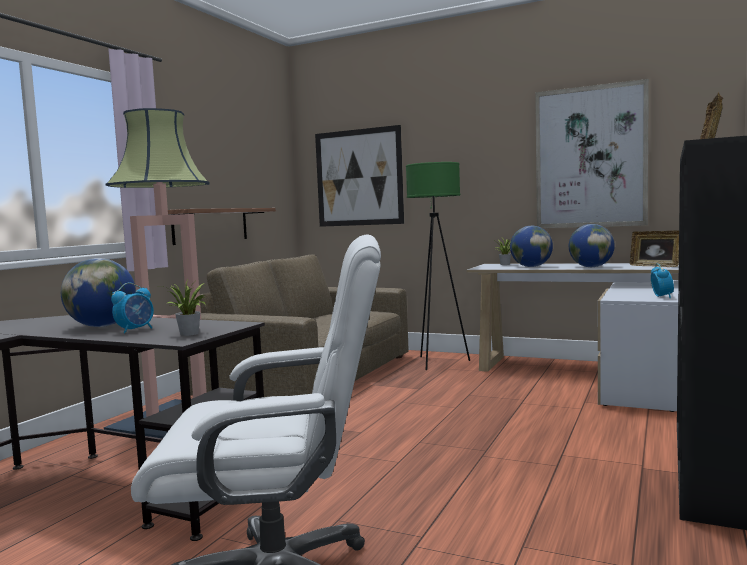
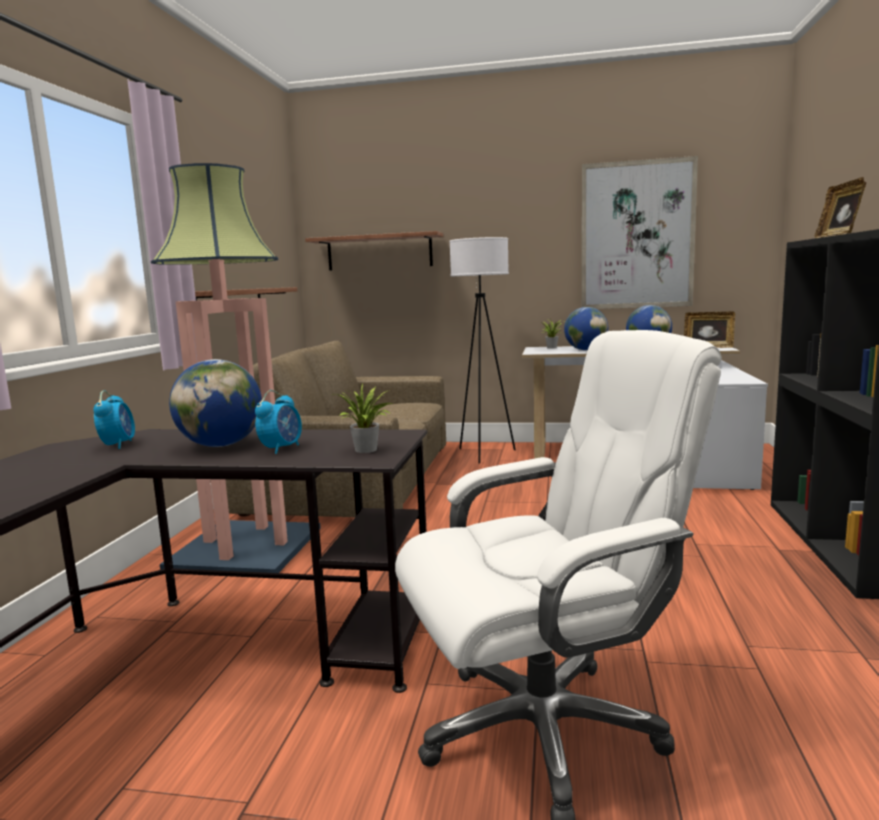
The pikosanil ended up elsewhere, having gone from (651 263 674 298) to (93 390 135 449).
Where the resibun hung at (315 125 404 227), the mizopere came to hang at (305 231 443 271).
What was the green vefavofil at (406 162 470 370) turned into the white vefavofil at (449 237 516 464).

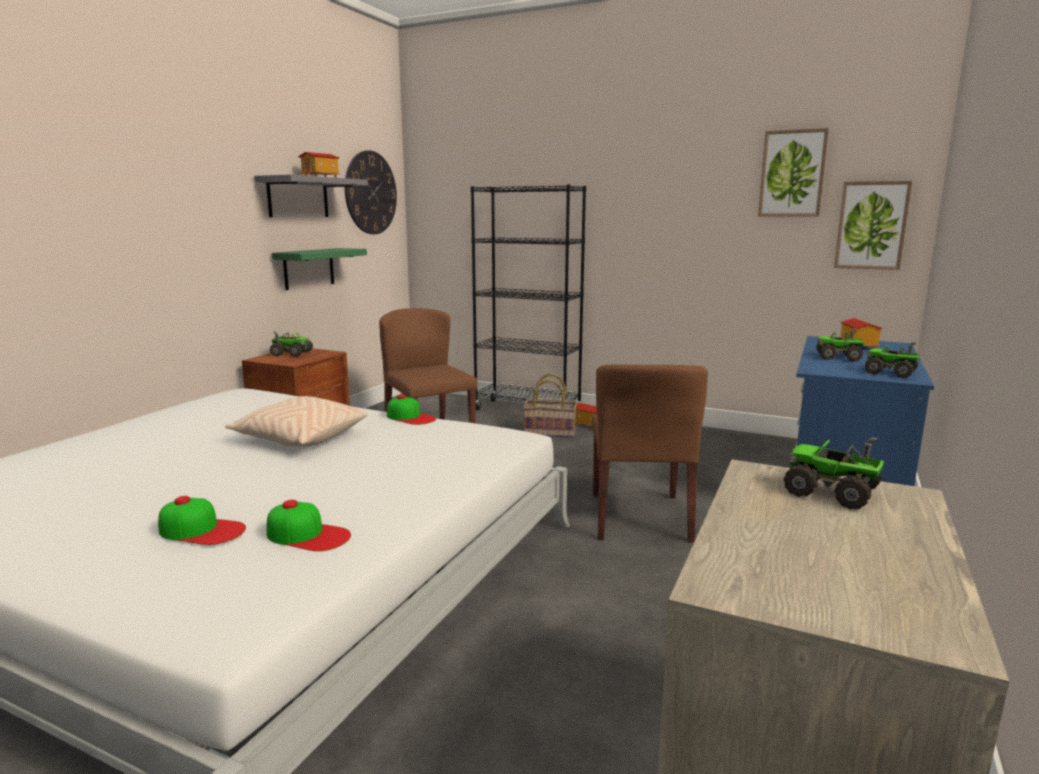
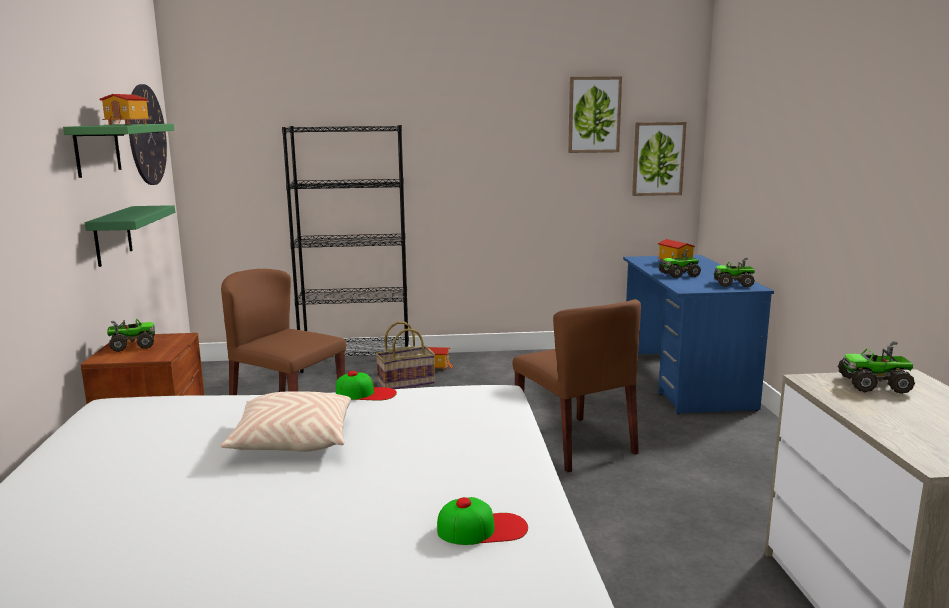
What was the grey mizopere at (254 174 368 217) turned into the green mizopere at (63 124 174 178).
The second view lost the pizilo at (158 496 246 545).

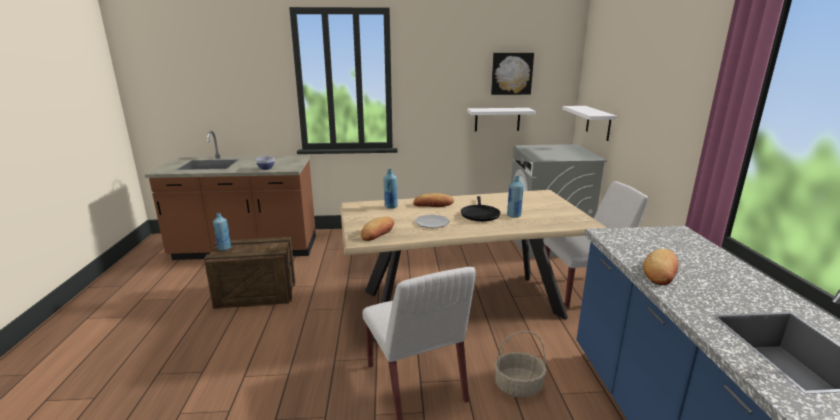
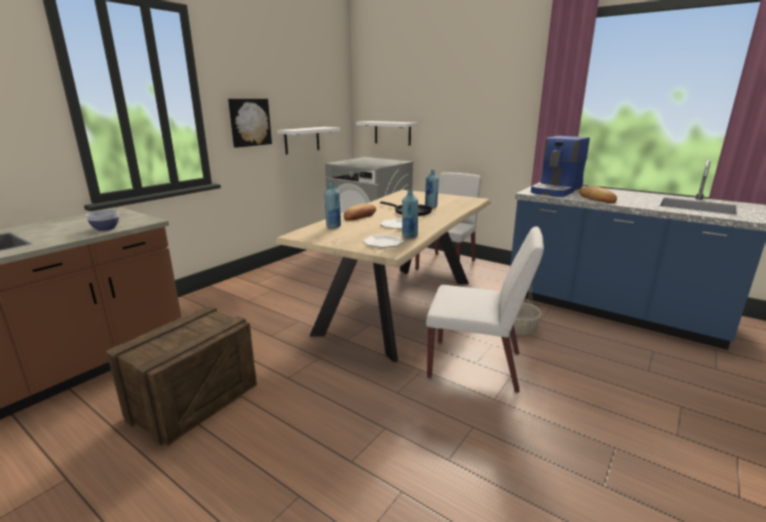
The resibun ended up elsewhere, having gone from (491 53 534 95) to (228 99 272 148).
Where the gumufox stood at (361 217 394 241), the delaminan came to stand at (363 235 404 248).
The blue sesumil ended up elsewhere, having gone from (213 213 232 251) to (402 189 418 238).
The second view gained the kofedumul at (531 136 590 197).

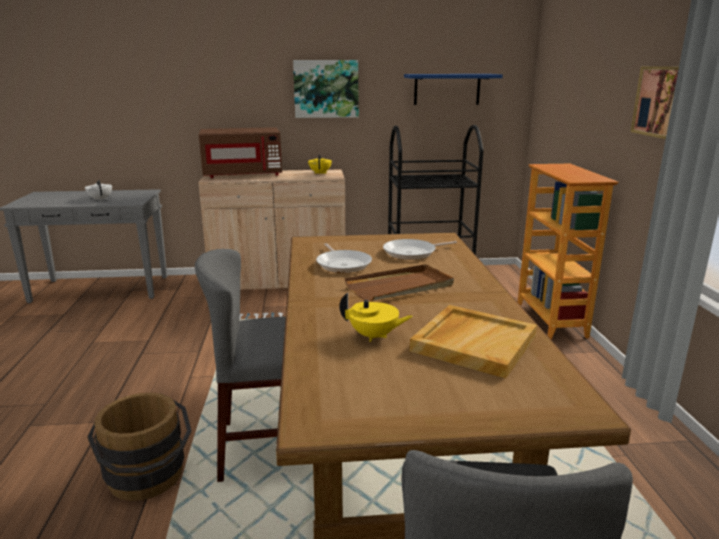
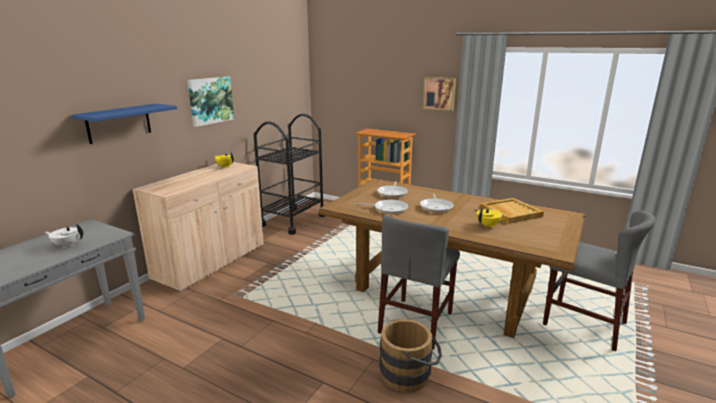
The blue mizopere ended up elsewhere, having gone from (404 74 503 105) to (71 104 177 144).
Where the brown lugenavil stood at (344 264 454 301), the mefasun came to stand at (420 193 454 213).
The second view lost the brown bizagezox at (199 127 282 178).

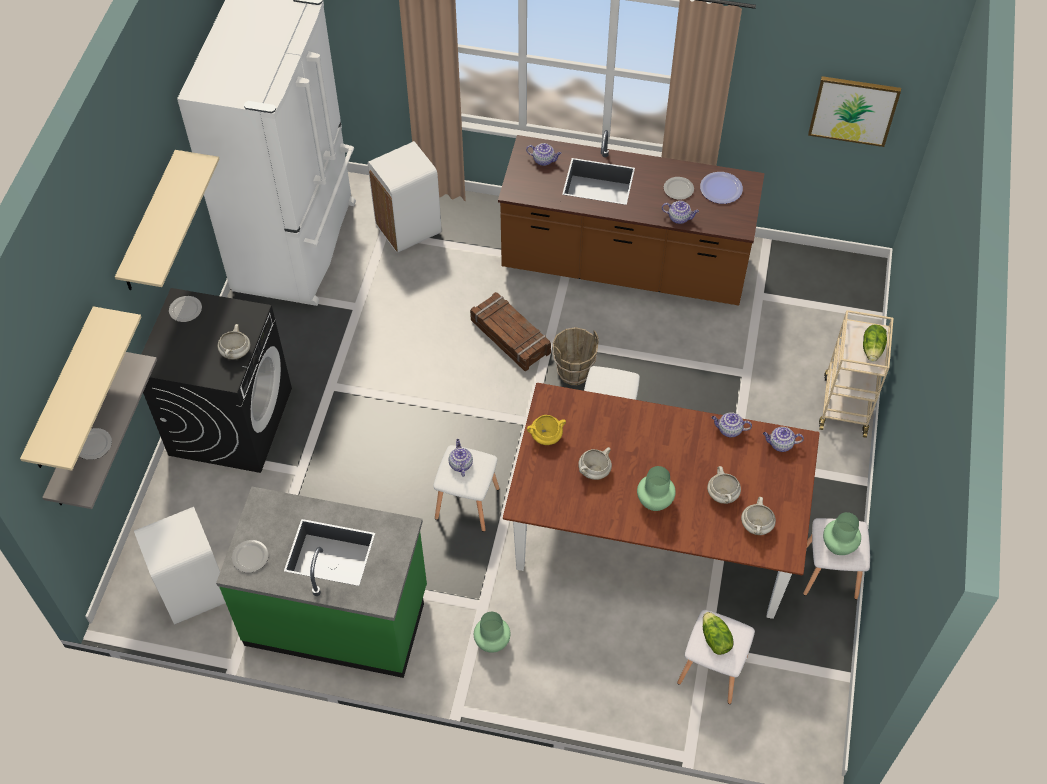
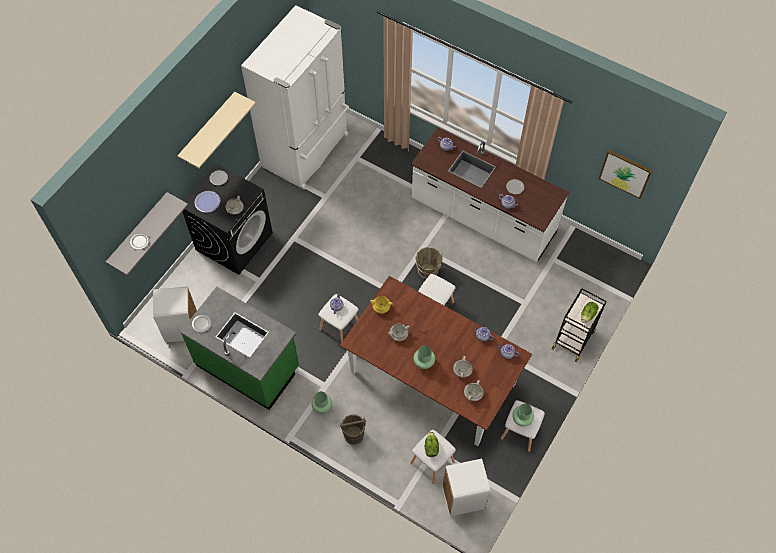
The delaminan ended up elsewhere, having gone from (700 172 743 204) to (195 191 220 213).
The second view gained the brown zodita at (340 414 366 445).
What was the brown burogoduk at (498 130 764 305) turned into the white burogoduk at (411 128 569 262).
The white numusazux ended up elsewhere, having gone from (368 141 442 253) to (442 459 490 516).
What was the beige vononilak at (819 310 894 438) turned into the black vononilak at (551 288 607 362).
The second view lost the beige mizopere at (20 306 142 471).
The second view lost the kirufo at (470 293 551 371).

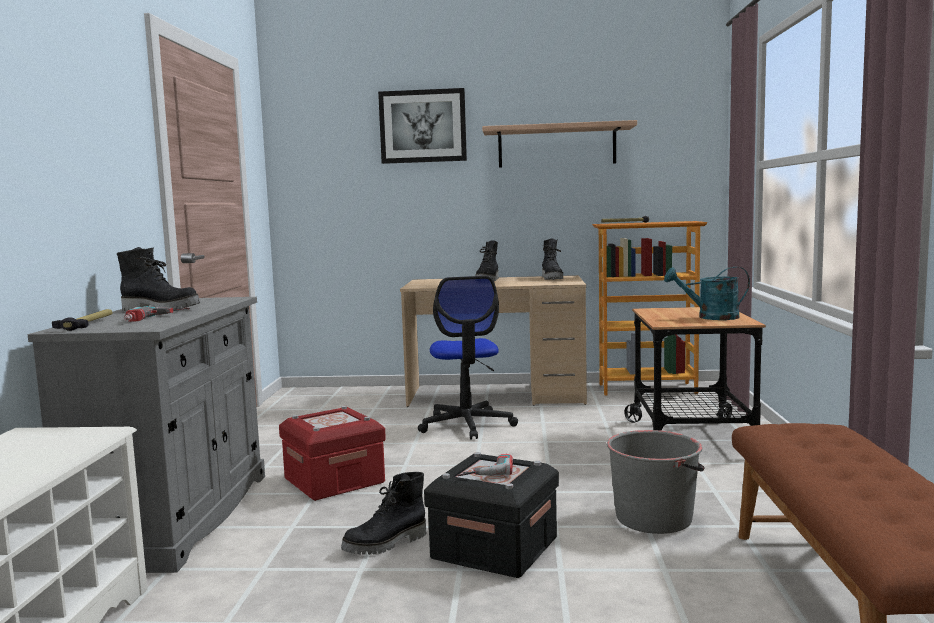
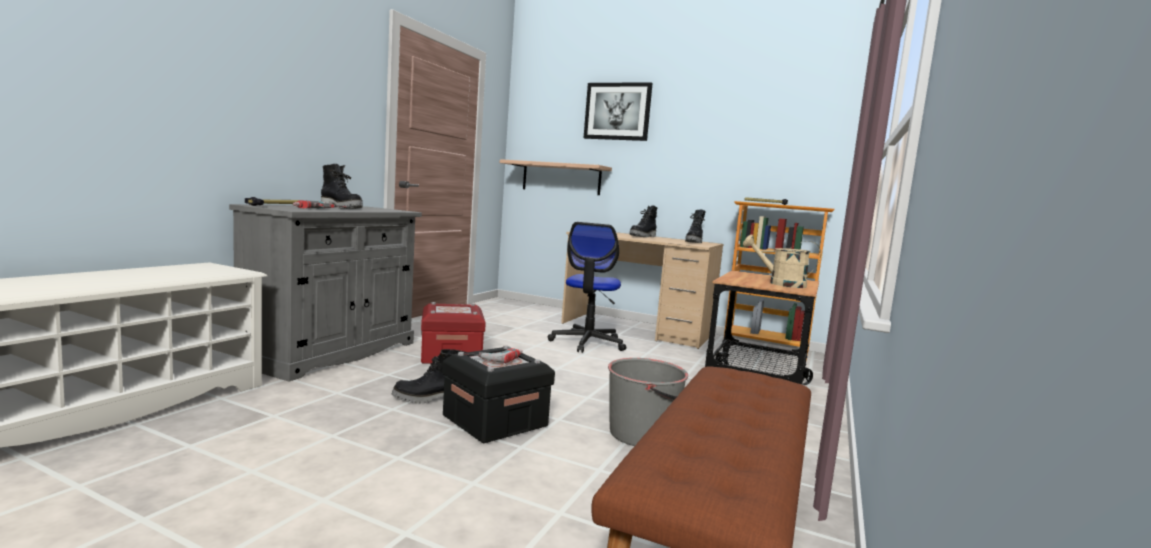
The mizopere ended up elsewhere, having gone from (482 120 637 168) to (500 159 612 195).
What was the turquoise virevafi at (664 267 750 320) turned into the beige virevafi at (743 235 821 288).

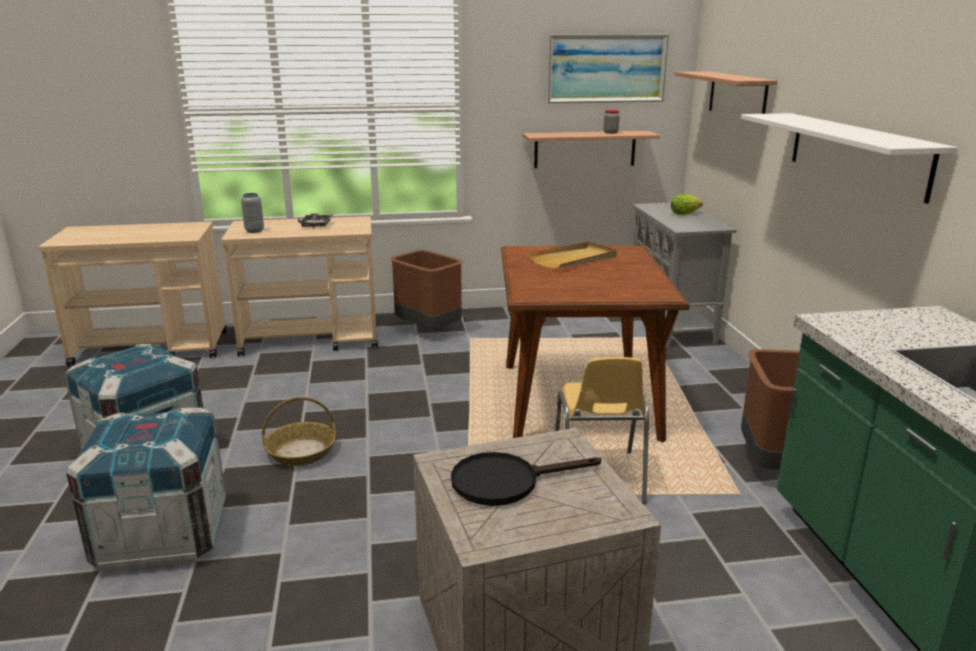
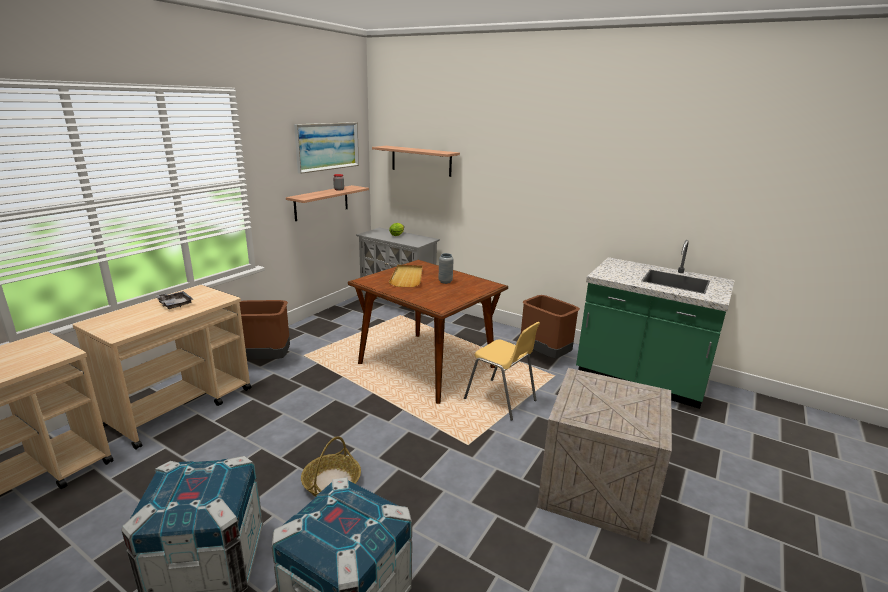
The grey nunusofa ended up elsewhere, having gone from (241 193 264 233) to (438 253 454 284).
The second view lost the black mefasun at (451 452 601 506).
The second view lost the white mizopere at (741 113 958 204).

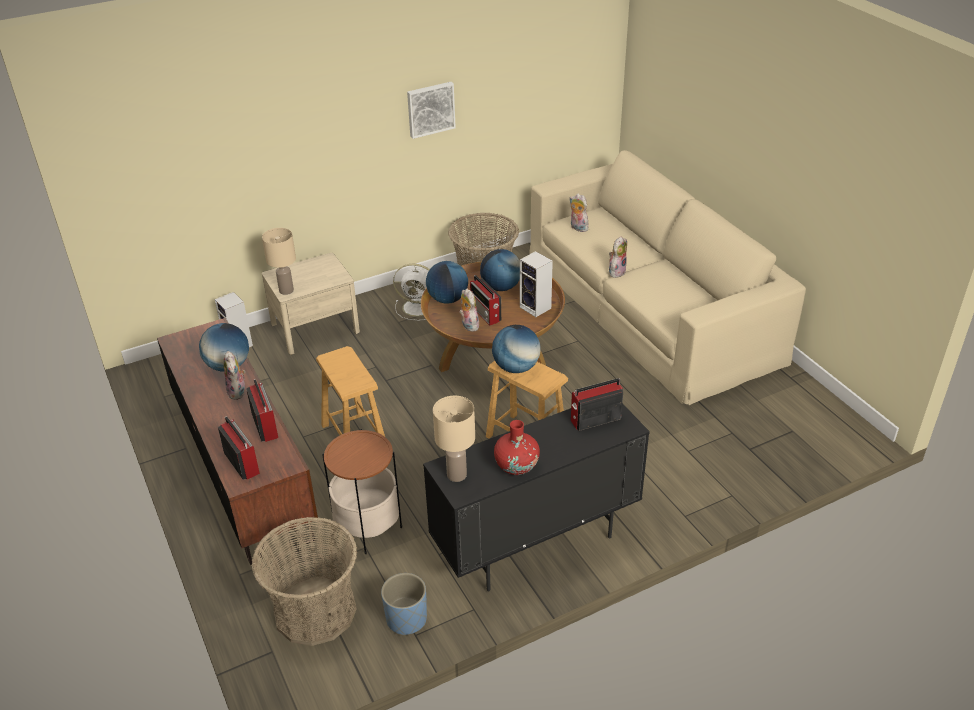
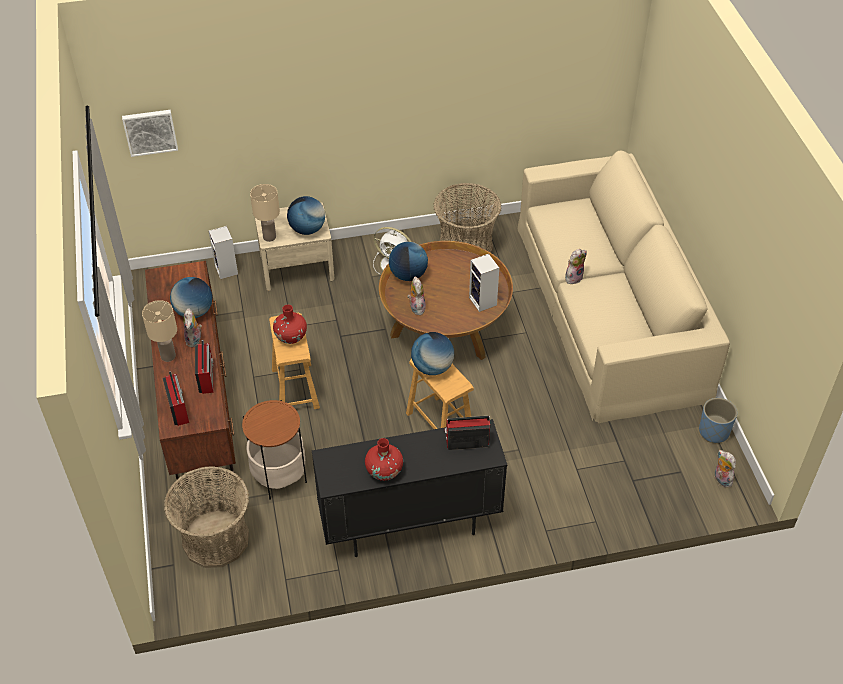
The resibun ended up elsewhere, having gone from (407 82 456 139) to (122 110 178 157).
The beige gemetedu ended up elsewhere, having gone from (433 396 475 482) to (142 300 177 362).
The second view gained the red nunusofa at (273 305 307 344).
The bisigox ended up elsewhere, having gone from (480 249 520 291) to (287 196 325 235).
The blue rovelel ended up elsewhere, having gone from (381 573 427 635) to (699 398 737 443).
The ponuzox ended up elsewhere, having gone from (569 194 588 232) to (715 450 736 487).
The second view lost the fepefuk at (470 275 501 325).

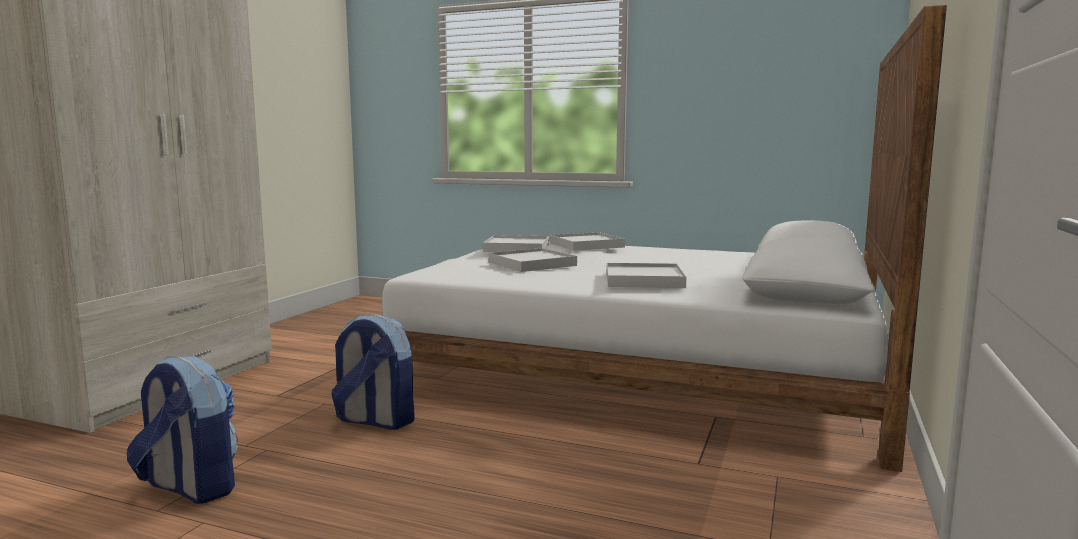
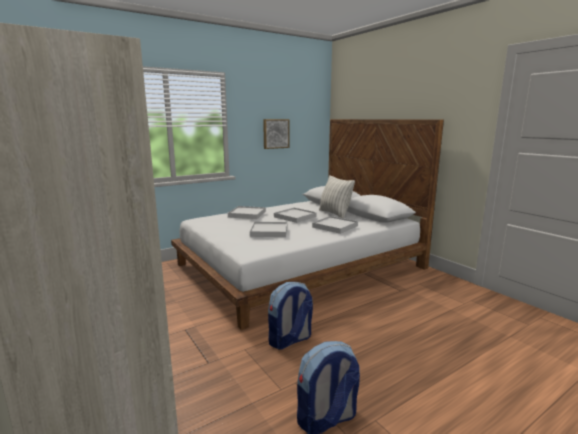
The second view gained the resibun at (263 119 290 149).
The white lugenavil ended up elsewhere, having gone from (483 235 549 252) to (274 208 317 223).
The second view gained the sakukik at (319 175 355 218).

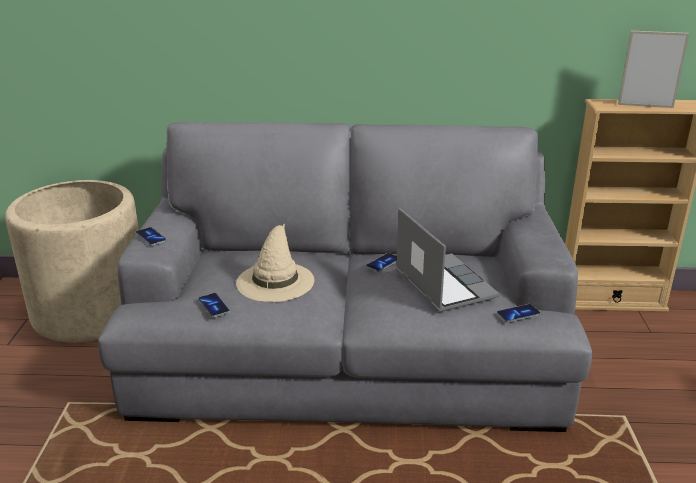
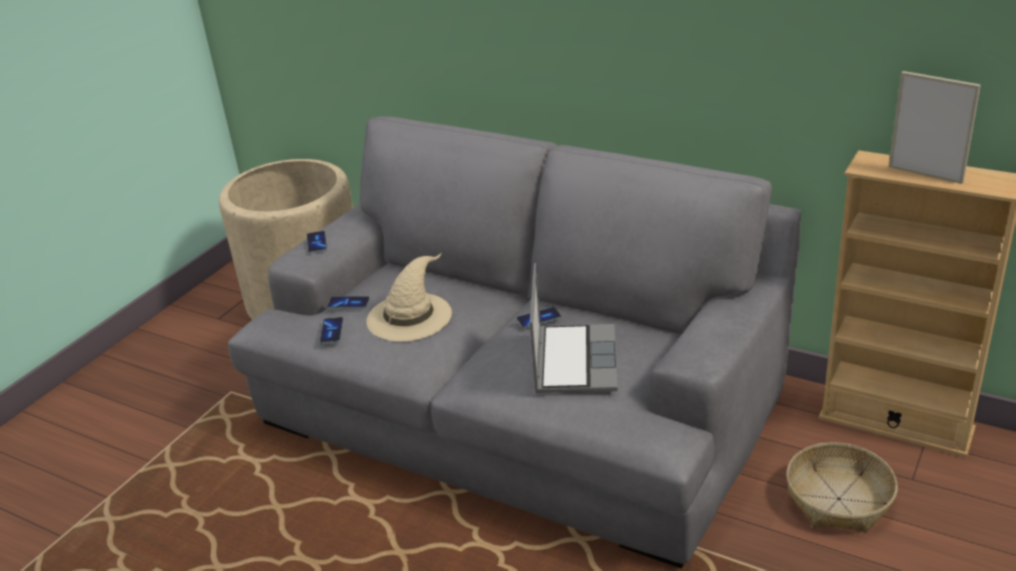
The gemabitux ended up elsewhere, having gone from (497 304 540 323) to (327 296 370 309).
The second view gained the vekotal at (786 442 898 532).

